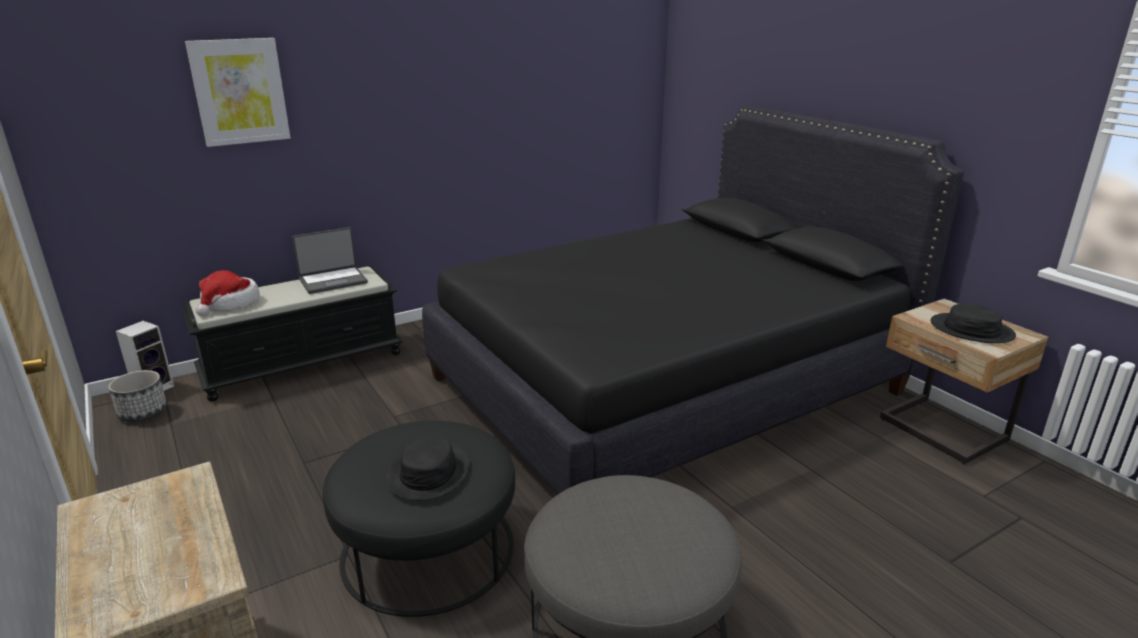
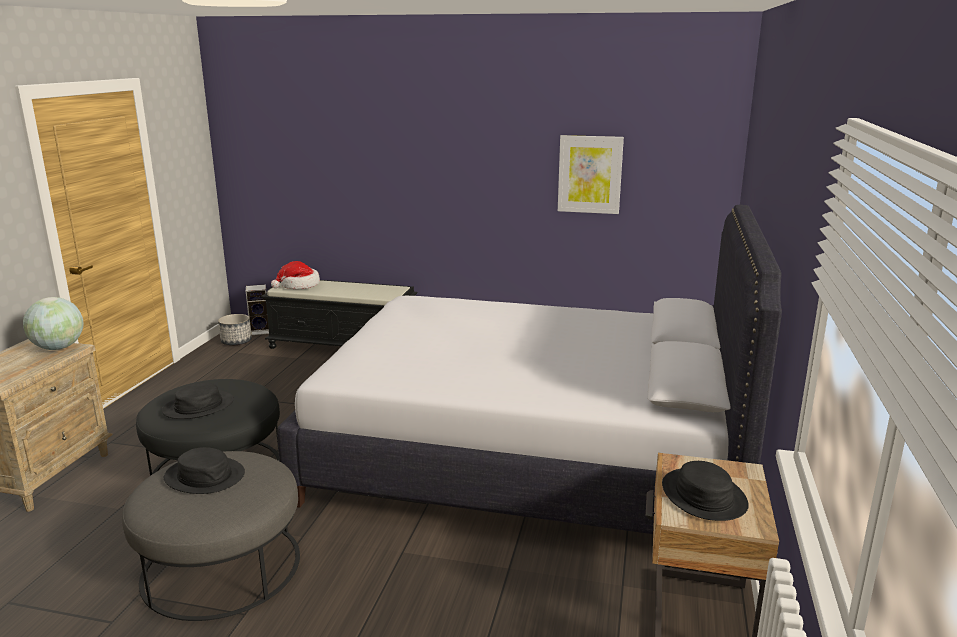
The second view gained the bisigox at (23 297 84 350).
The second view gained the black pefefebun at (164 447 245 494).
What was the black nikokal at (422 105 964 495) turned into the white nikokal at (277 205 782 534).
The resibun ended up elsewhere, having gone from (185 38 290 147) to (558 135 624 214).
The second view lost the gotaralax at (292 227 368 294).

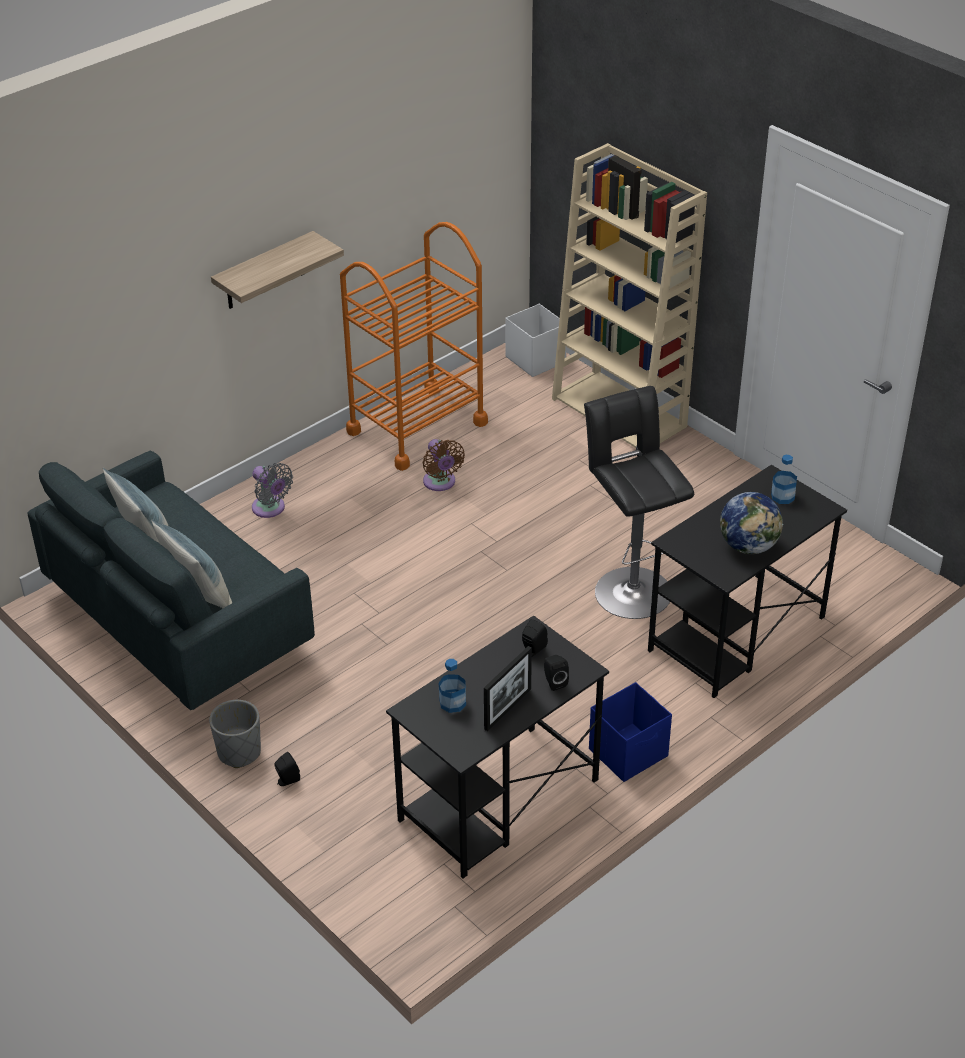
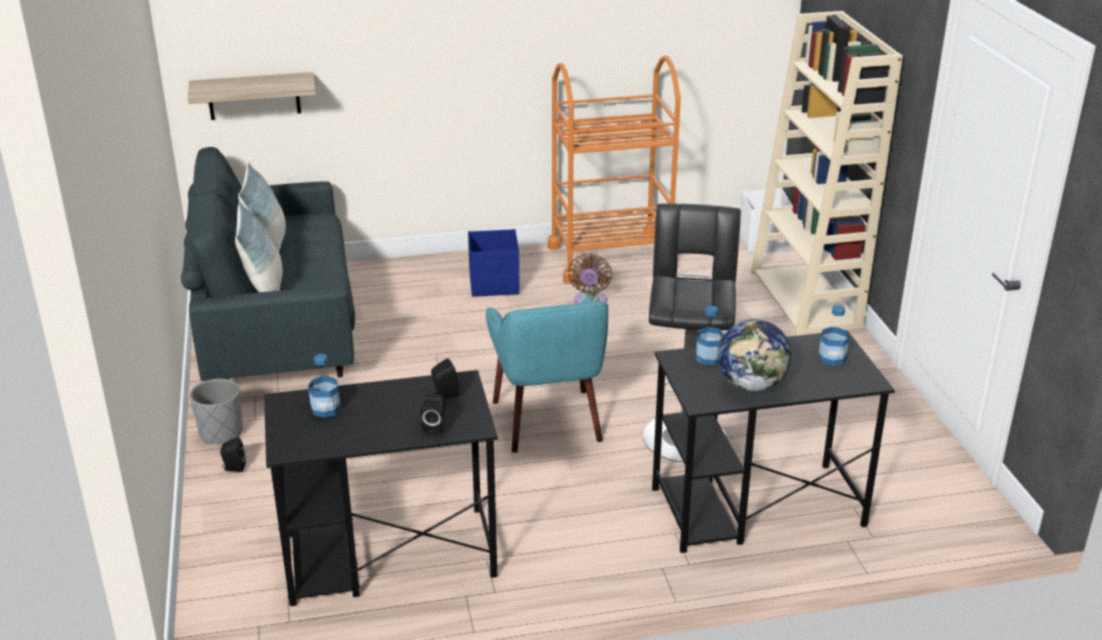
The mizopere ended up elsewhere, having gone from (211 231 344 309) to (188 72 316 120).
The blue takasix ended up elsewhere, having gone from (589 682 672 782) to (468 229 520 297).
The second view gained the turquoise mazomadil at (486 297 608 453).
The second view gained the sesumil at (696 306 724 365).
The second view lost the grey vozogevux at (252 463 293 518).
The second view lost the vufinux at (484 646 532 731).

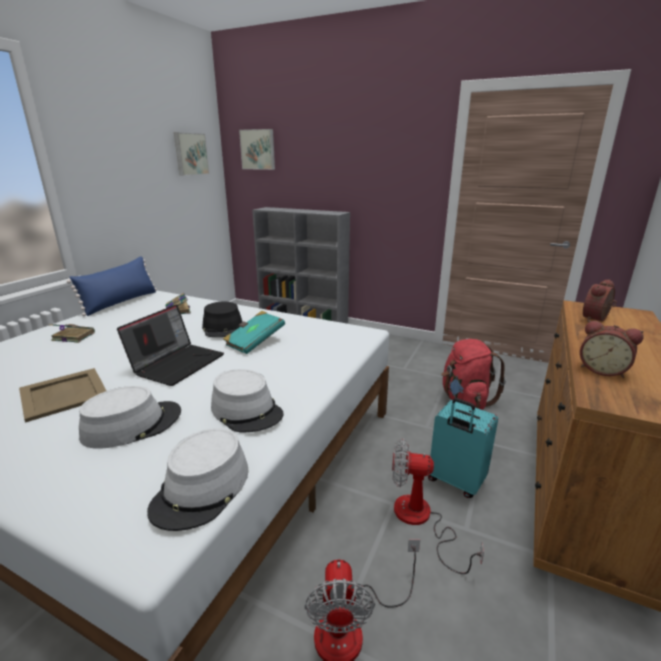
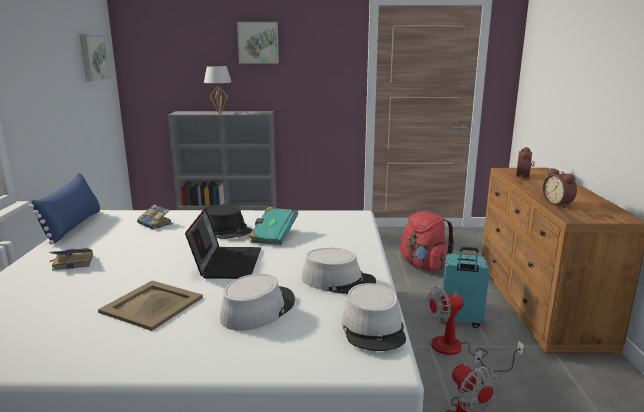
The second view gained the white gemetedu at (204 66 231 114).
The resibun ended up elsewhere, having gone from (239 129 275 170) to (237 22 279 64).
The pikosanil at (580 320 644 378) ended up facing another way, 60 degrees clockwise from before.

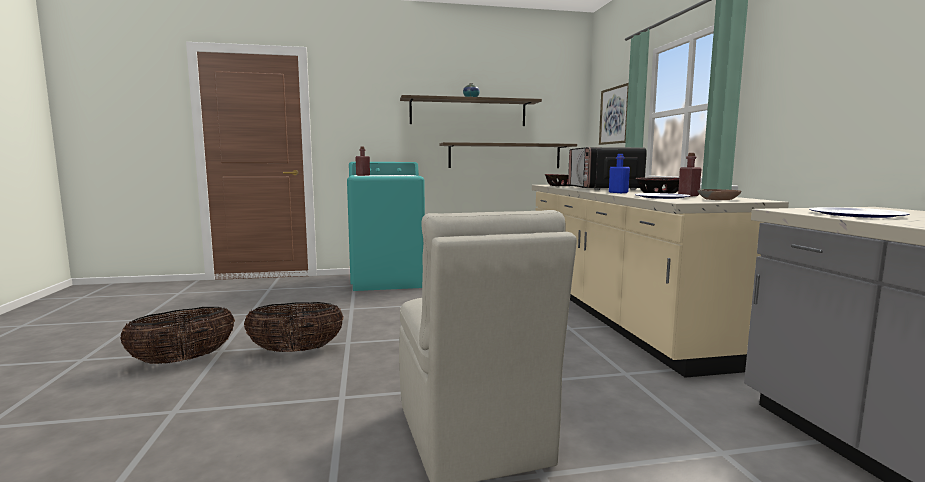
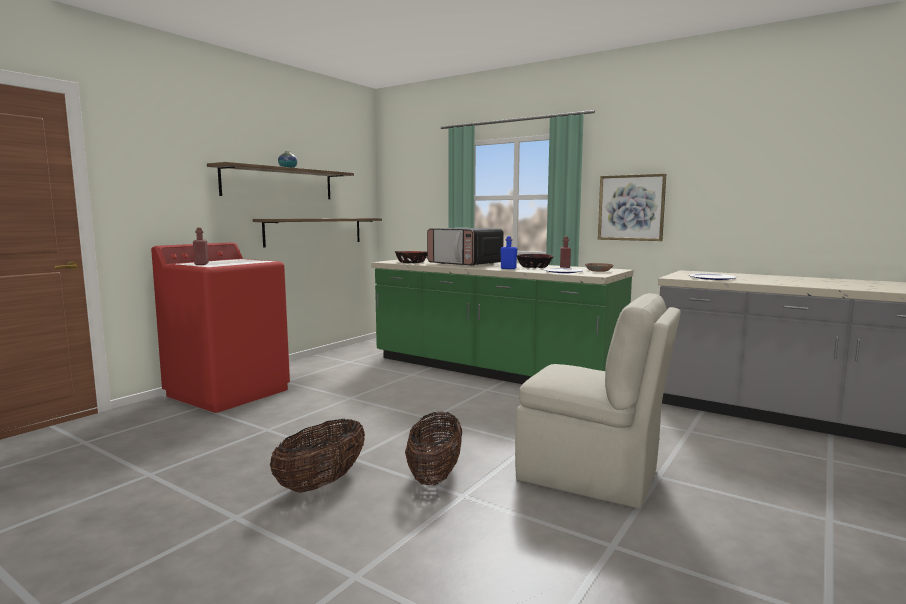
What was the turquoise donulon at (347 162 425 291) turned into the red donulon at (151 242 290 413).
What was the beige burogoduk at (532 185 789 378) turned into the green burogoduk at (371 258 633 384).
The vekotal ended up elsewhere, having gone from (120 307 235 364) to (405 412 462 485).
The resibun ended up elsewhere, having gone from (599 83 629 145) to (598 174 666 241).

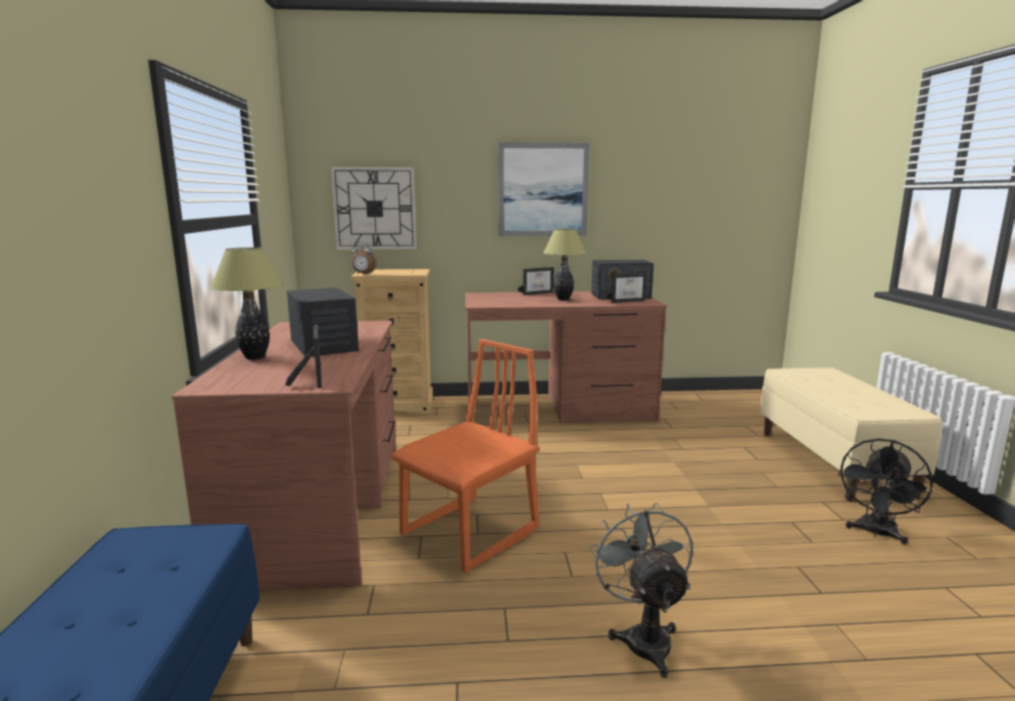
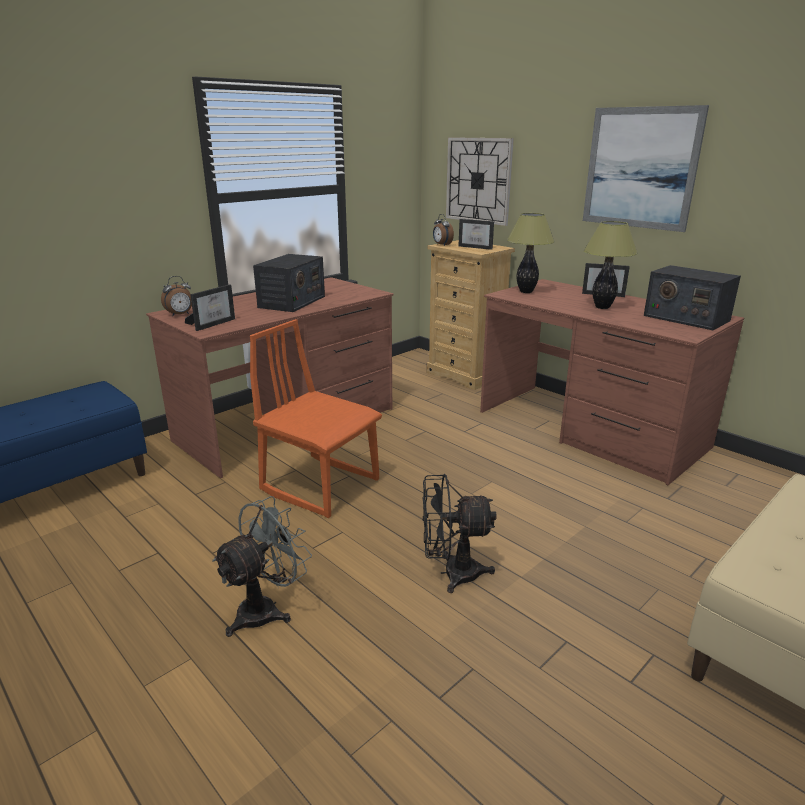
The second view gained the pikosanil at (161 276 192 316).
The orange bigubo at (391 339 539 573) ended up facing another way, 150 degrees counterclockwise from before.
The black vozogevux ended up elsewhere, having gone from (838 438 933 545) to (422 474 497 593).
The vufinux ended up elsewhere, having gone from (607 273 647 303) to (459 219 494 250).
The gemetedu ended up elsewhere, having gone from (210 247 283 360) to (507 213 555 293).

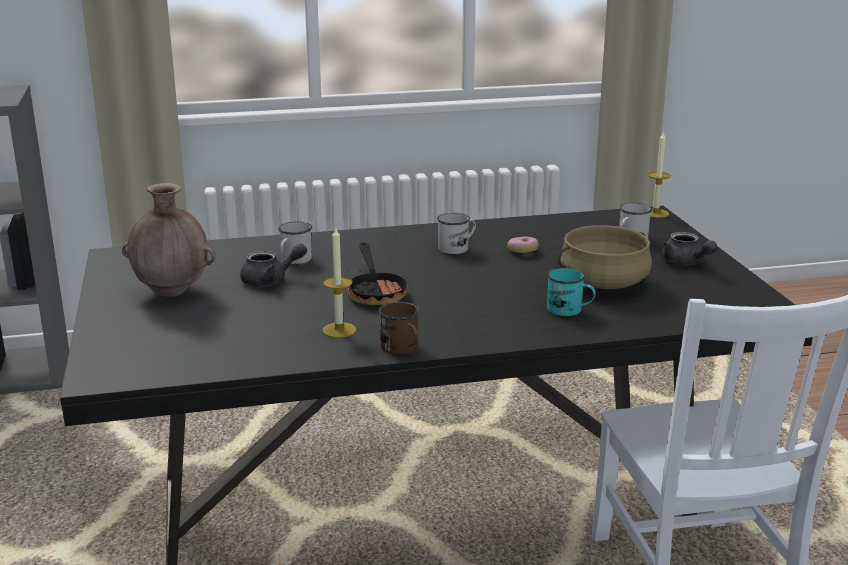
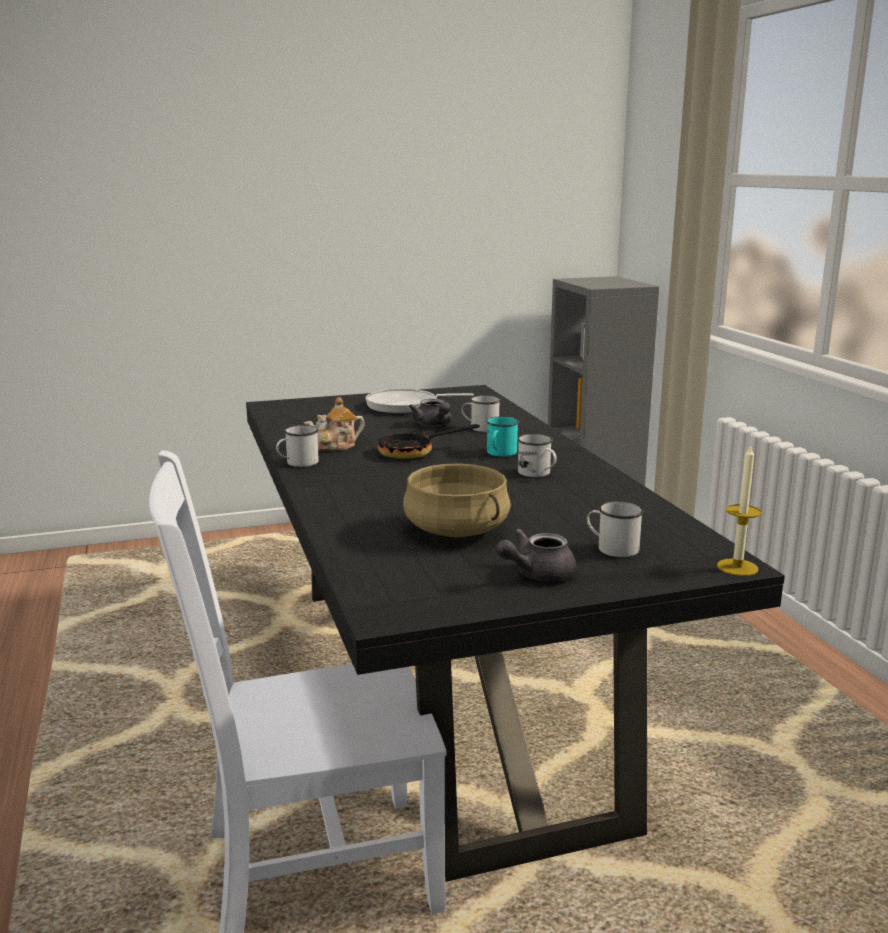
What was the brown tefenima at (378 301 419 354) turned into the white tefenima at (276 425 319 467).
Where the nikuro stood at (322 228 356 338), the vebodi came to stand at (304 397 365 451).
Where the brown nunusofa stood at (122 183 216 297), the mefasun came to stand at (365 389 474 414).
The turquoise tefenima ended up elsewhere, having gone from (547 268 596 316) to (486 416 519 457).
The second view lost the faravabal at (507 237 538 253).

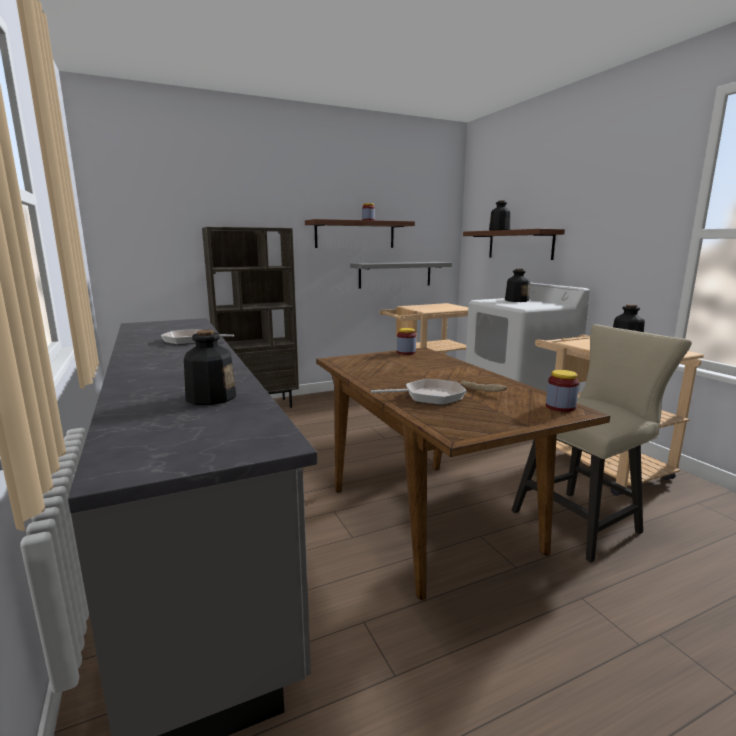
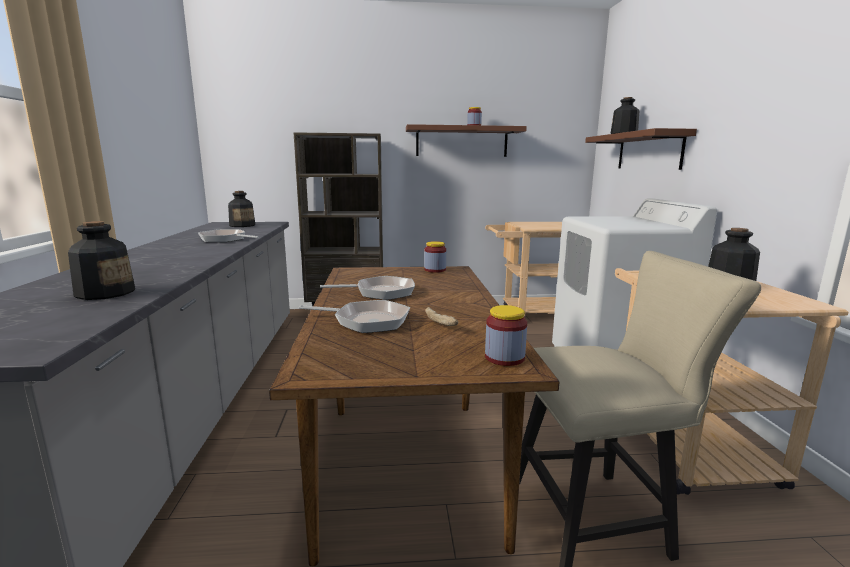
The sesumil ended up elsewhere, having gone from (505 269 530 302) to (228 191 255 227).
The second view gained the mefasun at (320 276 415 300).
The second view lost the grey mizopere at (350 262 452 288).

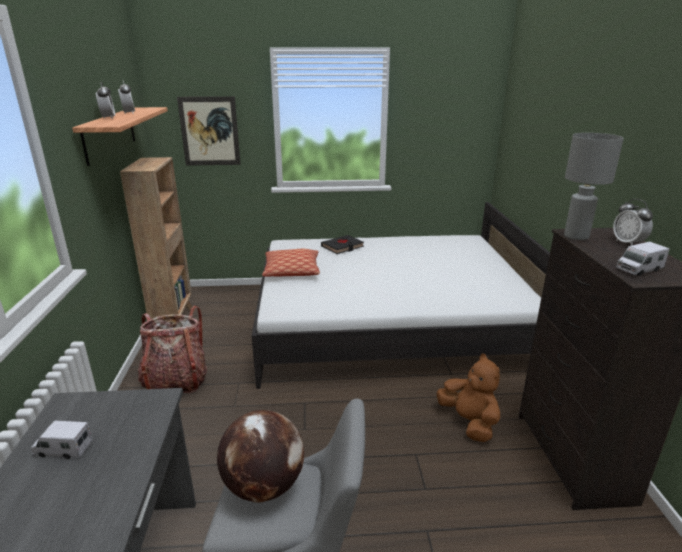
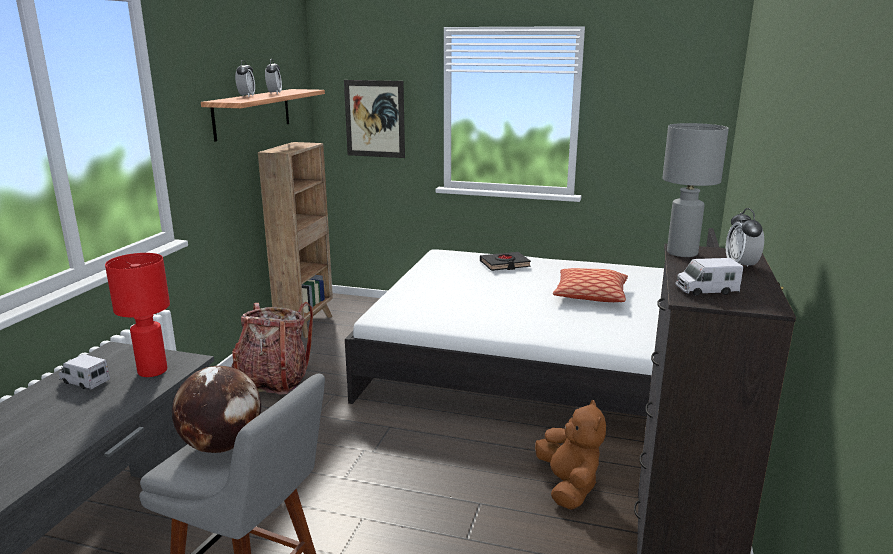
The second view gained the red gemetedu at (105 253 170 377).
The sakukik ended up elsewhere, having gone from (262 249 320 276) to (553 268 628 302).

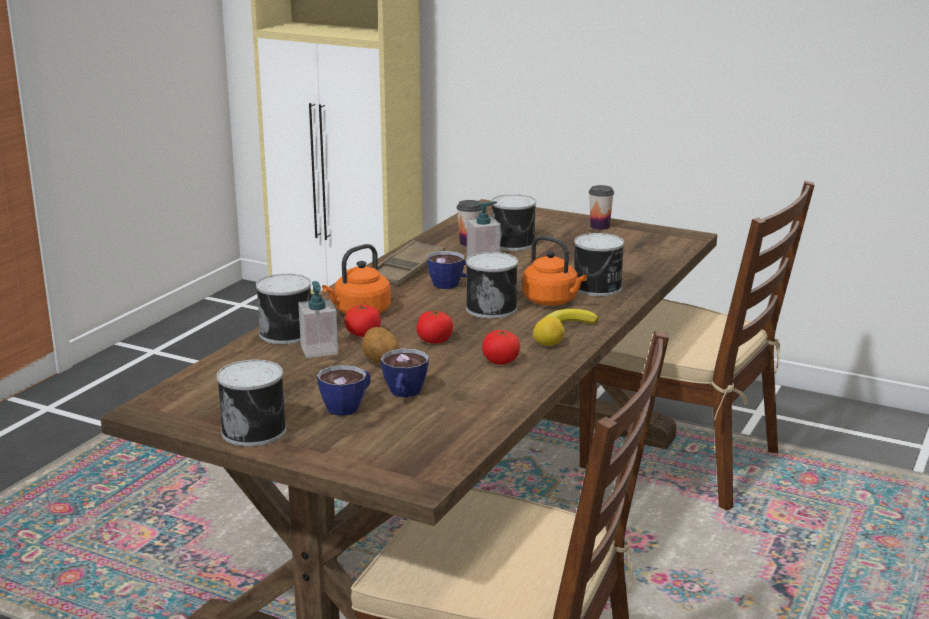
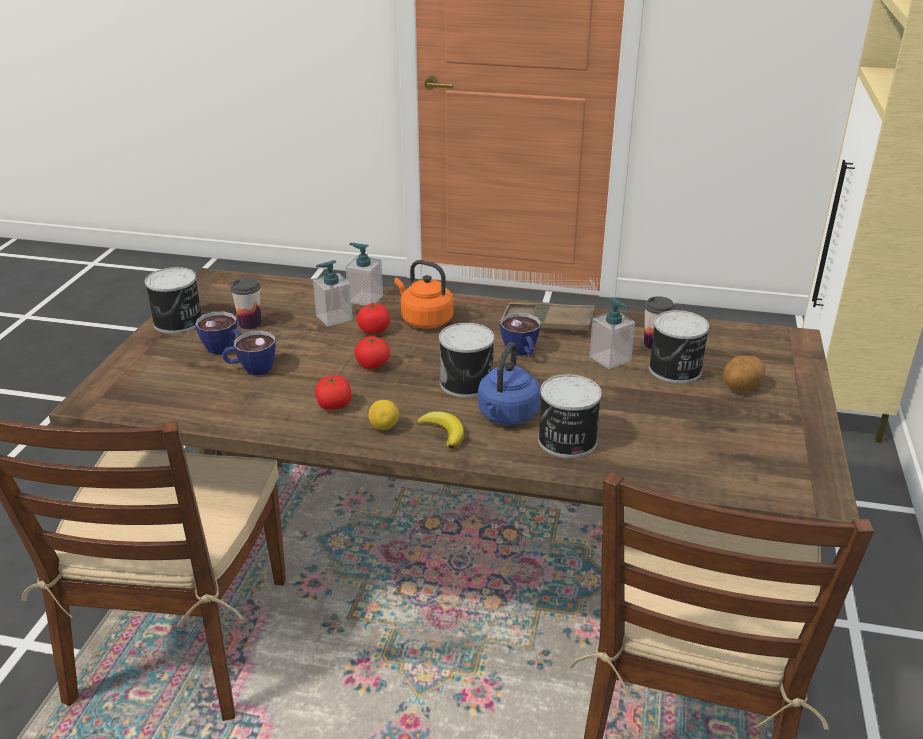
The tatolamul ended up elsewhere, having gone from (589 185 614 230) to (230 278 261 329).
Where the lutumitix stood at (256 274 311 344), the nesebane came to stand at (346 243 383 306).
What was the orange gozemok at (523 236 587 305) turned into the blue gozemok at (478 342 540 425).
The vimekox ended up elsewhere, having gone from (362 327 399 364) to (723 356 766 392).

